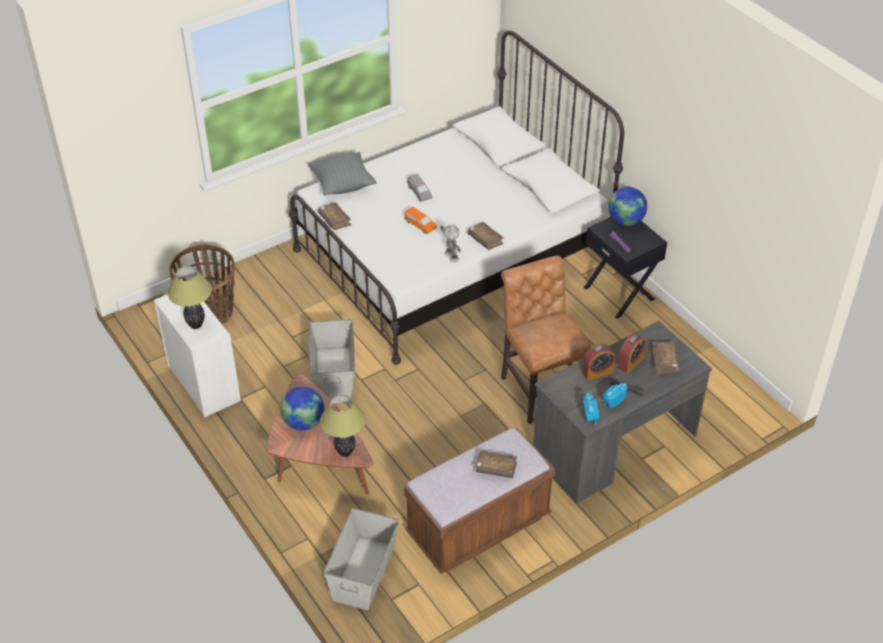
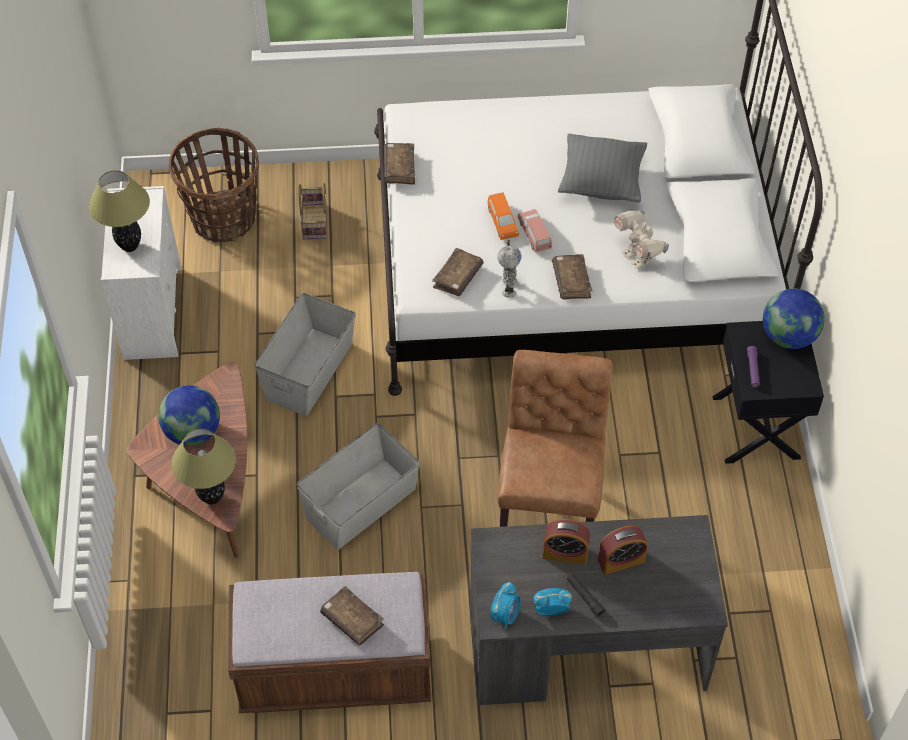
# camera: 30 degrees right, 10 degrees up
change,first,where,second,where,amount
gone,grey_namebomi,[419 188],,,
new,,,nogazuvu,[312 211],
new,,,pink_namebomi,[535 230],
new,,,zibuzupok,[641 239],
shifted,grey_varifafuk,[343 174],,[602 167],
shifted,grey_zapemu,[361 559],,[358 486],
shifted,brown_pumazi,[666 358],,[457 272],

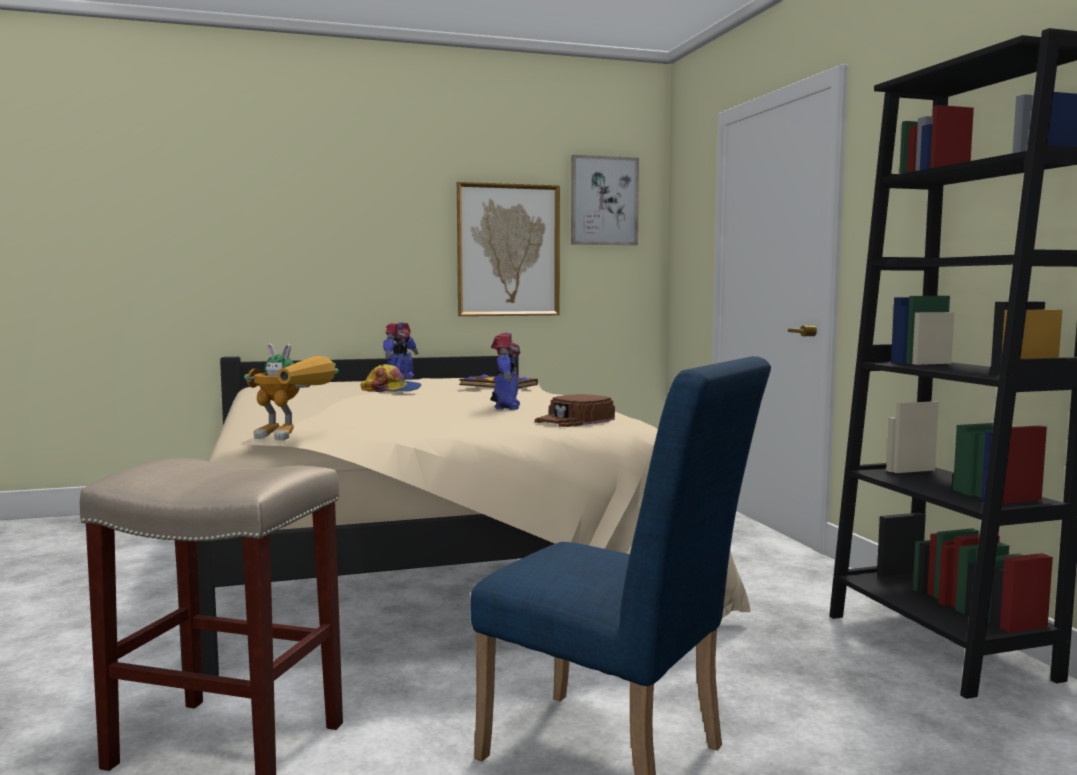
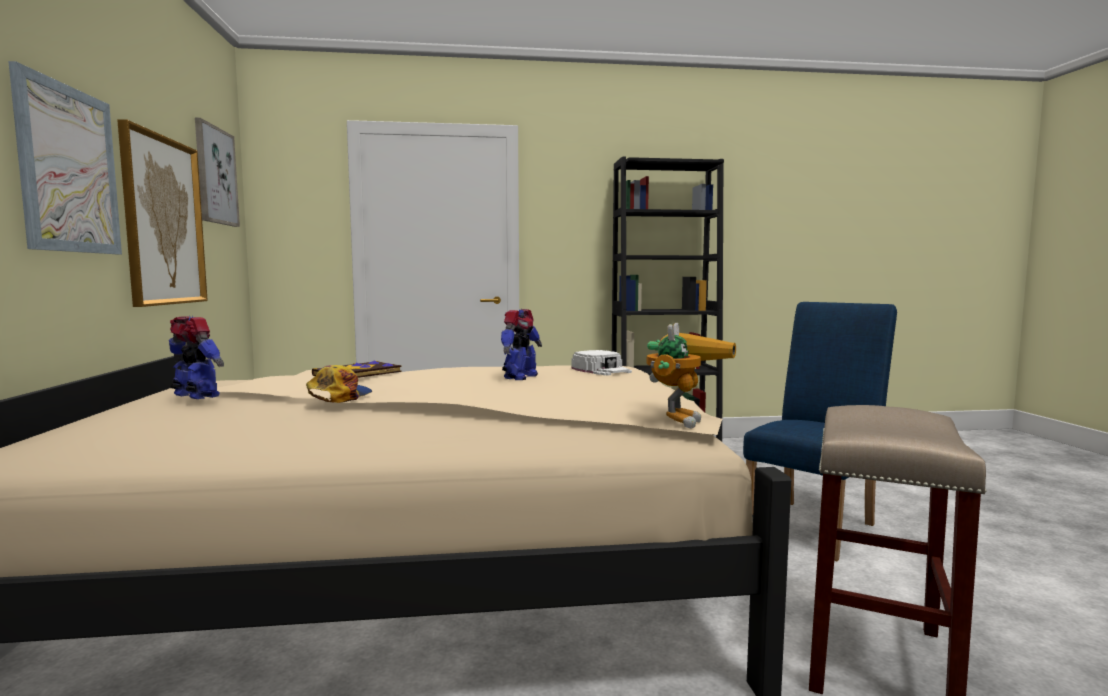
# camera: 80 degrees left, 0 degrees up
change,first,where,second,where,amount
new,,,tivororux,[65 157],
repainted,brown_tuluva,[575 410],white_tuluva,[602 363],
rotated,zibuzupok,[506 371],,[521 344],105 degrees clockwise

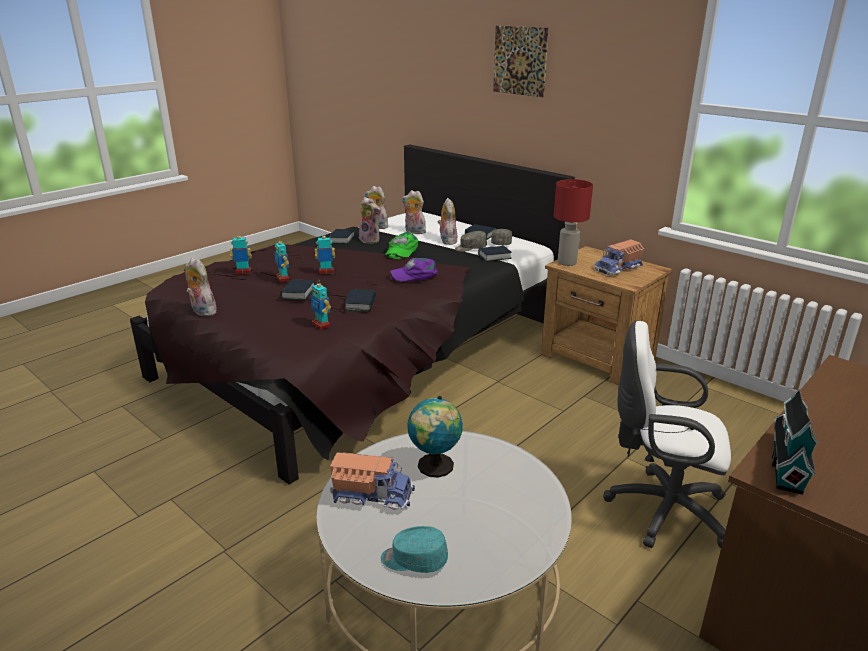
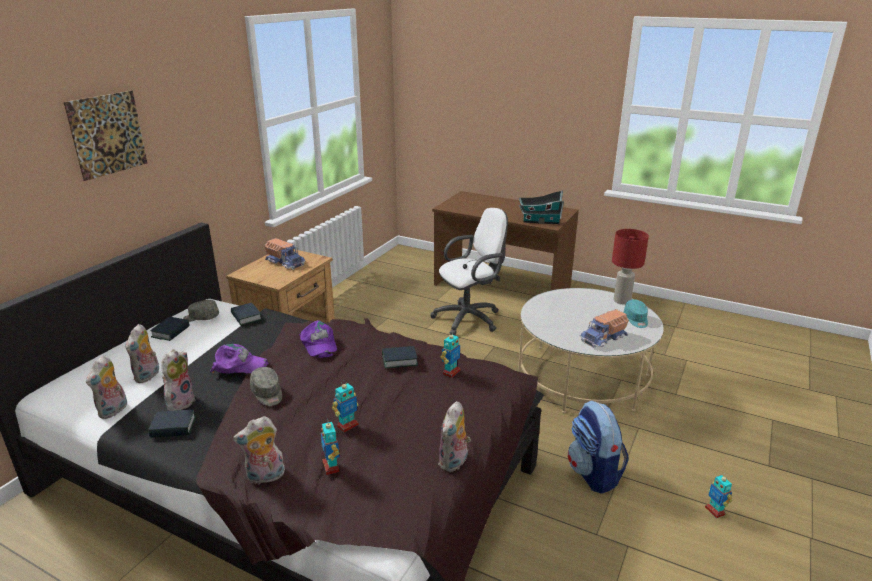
# camera: 105 degrees left, 0 degrees up
change,first,where,second,where,amount
gone,pumazi,[297 289],,,
gone,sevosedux,[435 437],,,
new,,,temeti,[598 447],
shifted,zibuzupok,[325 253],,[718 496],
shifted,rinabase,[447 221],,[259 450],
shifted,grey_tuluva,[471 241],,[266 386],
shifted,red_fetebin,[573 222],,[630 266],
repainted,green_tuluva,[401 245],purple_tuluva,[239 359],
rotated,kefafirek,[372 481],,[604 328],120 degrees counterclockwise
rotated,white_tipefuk,[667 434],,[469 271],120 degrees counterclockwise

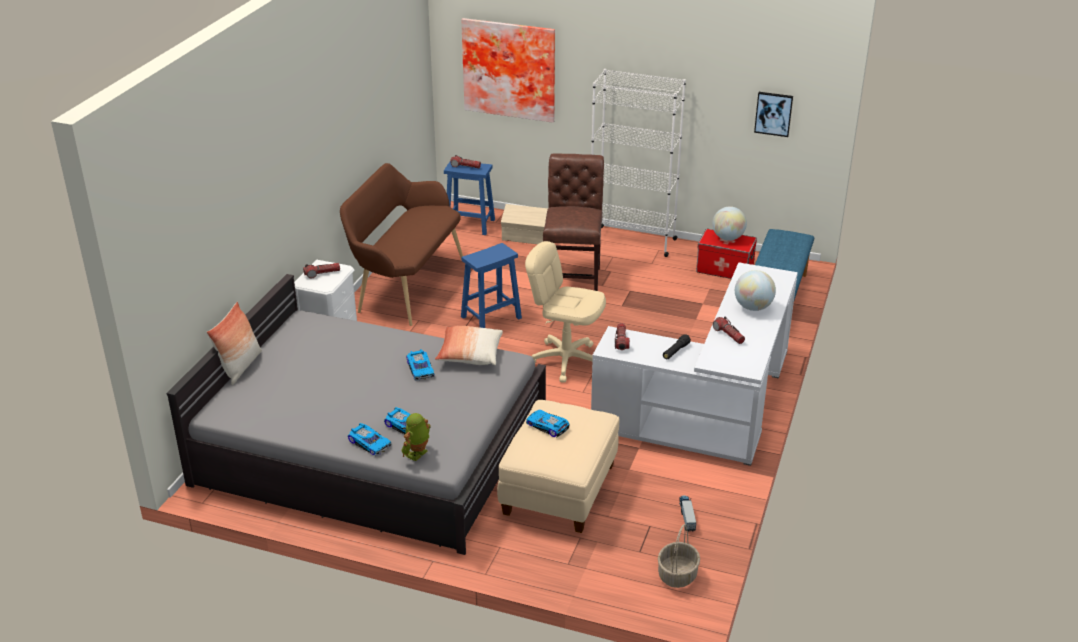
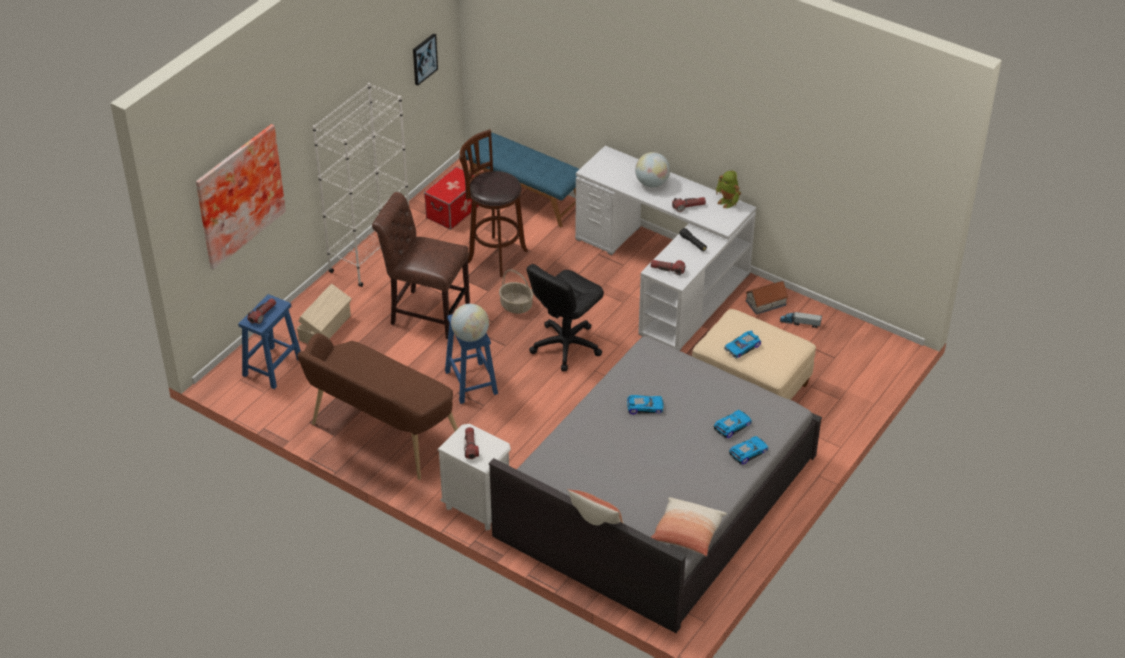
# camera: 75 degrees left, 10 degrees up
change,first,where,second,where,amount
new,,,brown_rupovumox,[493 203],
new,,,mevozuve,[766 298],
shifted,zibuzupok,[416 437],,[728 189],
shifted,varifafuk,[469 345],,[689 526],
shifted,nogazuvu,[679 556],,[516 291],
shifted,sevosedux,[729 223],,[470 323],
repainted,beige_tipefuk,[565 312],black_tipefuk,[565 317],

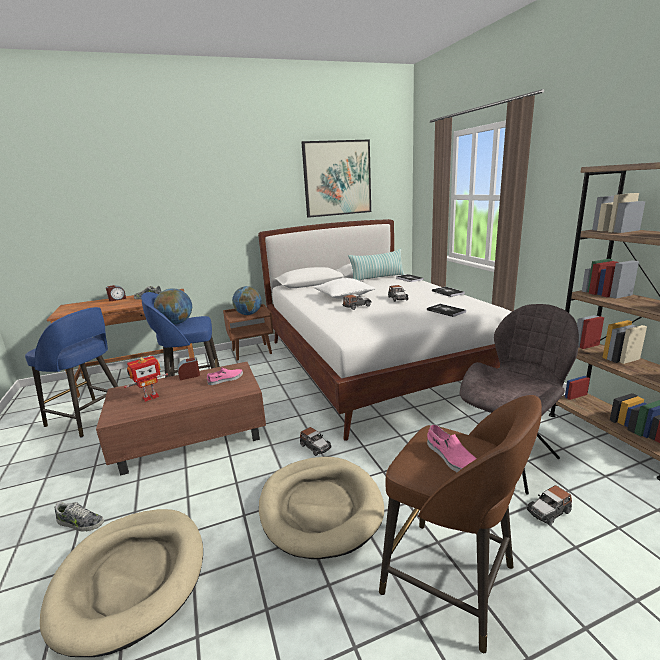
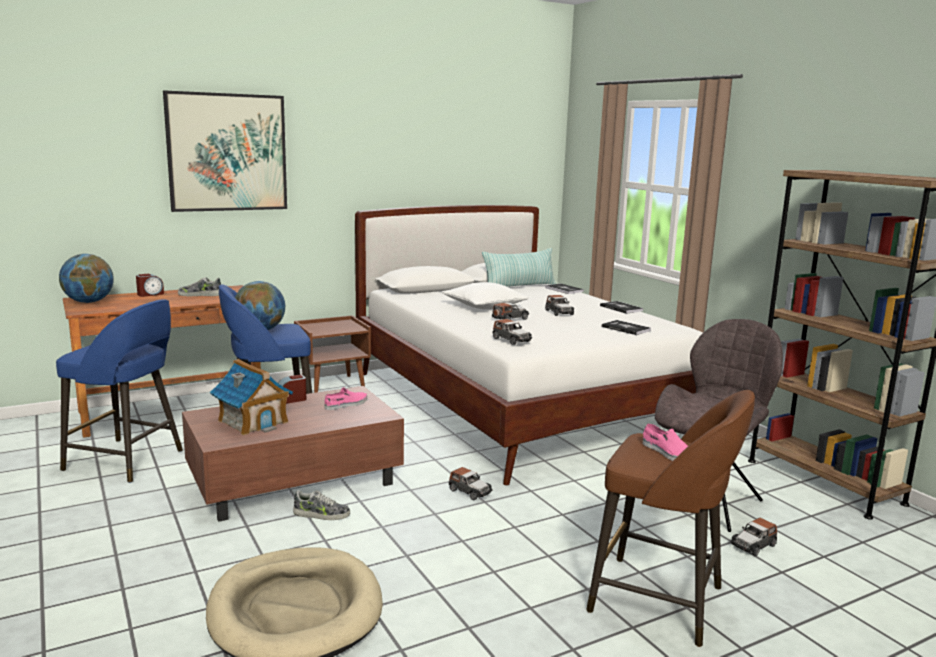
# camera: 10 degrees left, 5 degrees down
change,first,where,second,where,amount
gone,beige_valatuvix,[321 508],,,
new,,,namebomi,[512 332],
shifted,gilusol,[79 517],,[321 505],
shifted,sevosedux,[247 300],,[86 278],
shifted,tivororux,[336 178],,[225 151],
swapped,zibuzupok,[146 379],mevozuve,[251 397],

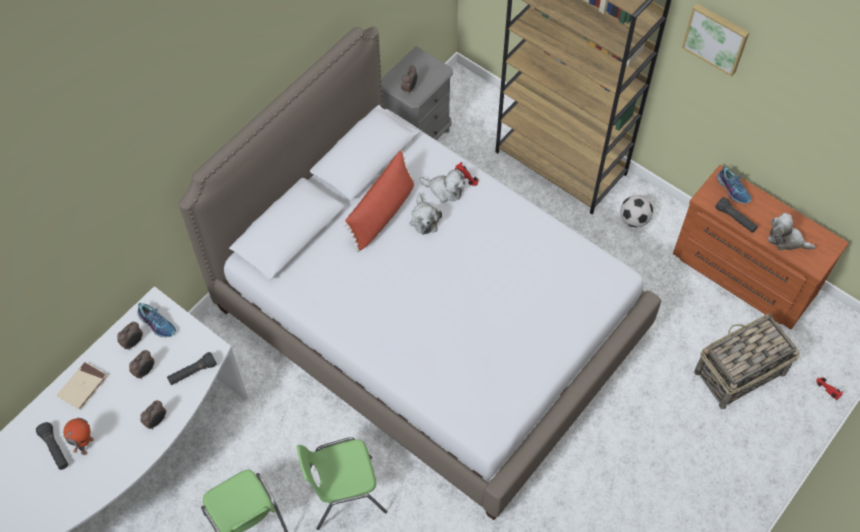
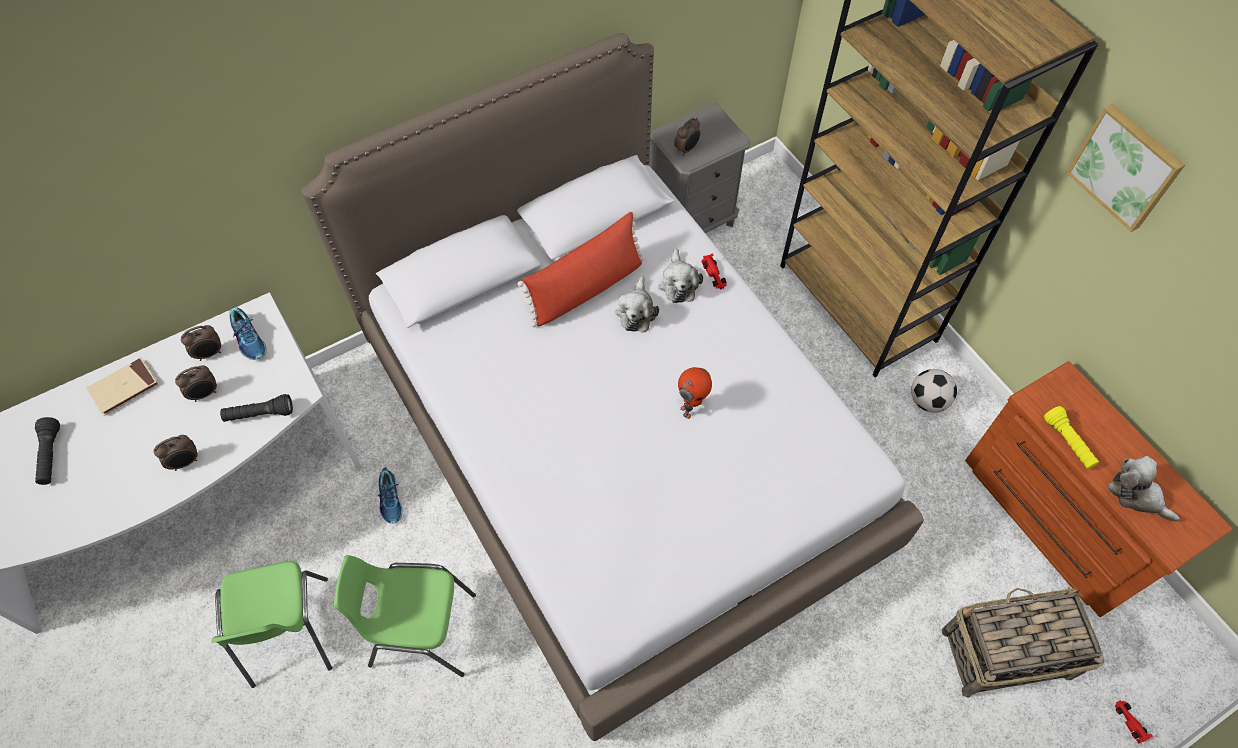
# camera: 20 degrees right, 0 degrees up
change,first,where,second,where,amount
shifted,zibuzupok,[78 436],,[695 393],
shifted,gilusol,[734 185],,[390 495],
repainted,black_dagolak,[736 215],yellow_dagolak,[1071 437],
rotated,rinabase,[442 186],,[681 275],45 degrees clockwise

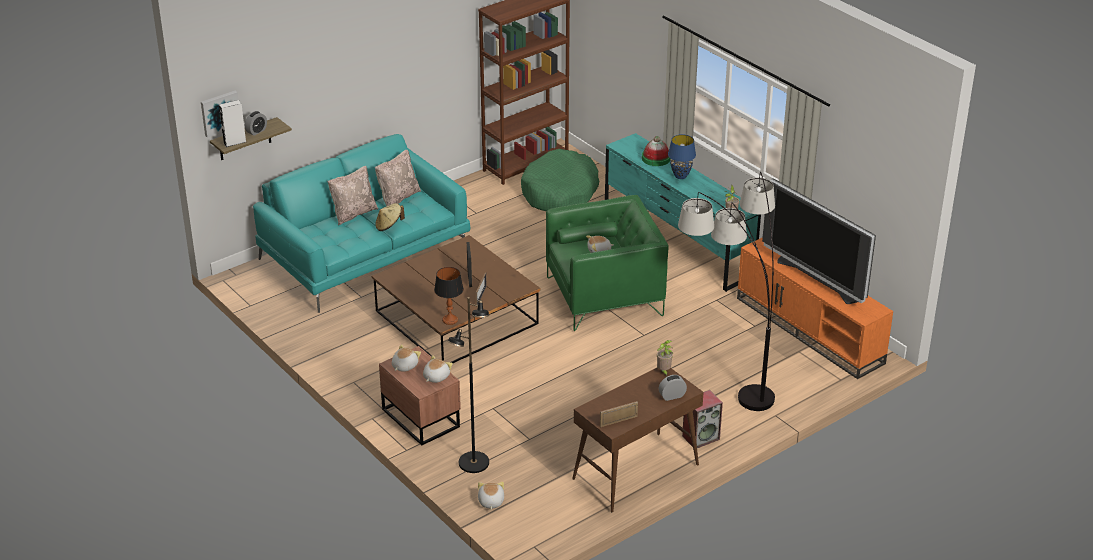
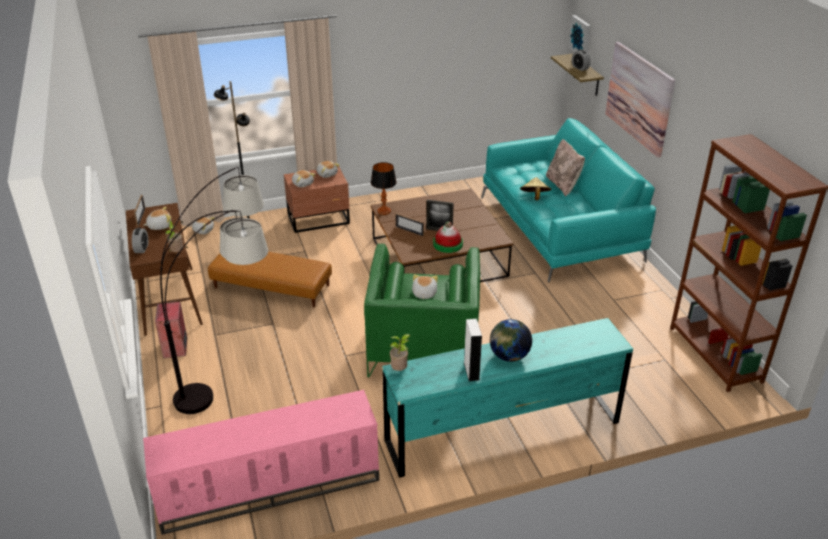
# camera: 110 degrees right, 0 degrees up
change,first,where,second,where,amount
gone,beige_varifafuk,[398 178],,,
gone,green_valatuvix,[560 180],,,
gone,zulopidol,[819 241],,,
new,,,rinabase,[157 218],
new,,,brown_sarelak,[270 279],
new,,,tivororux,[640 99],
shifted,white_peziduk,[232 123],,[473 350],
shifted,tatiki,[656 151],,[448 237],
swapped,blue_fetebin,[682 156],sevosedux,[511 340],
repainted,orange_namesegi,[815 308],pink_namesegi,[261 462],

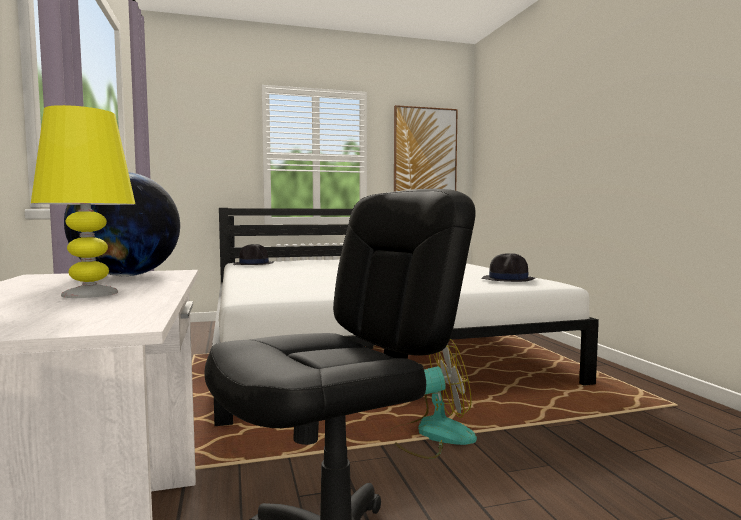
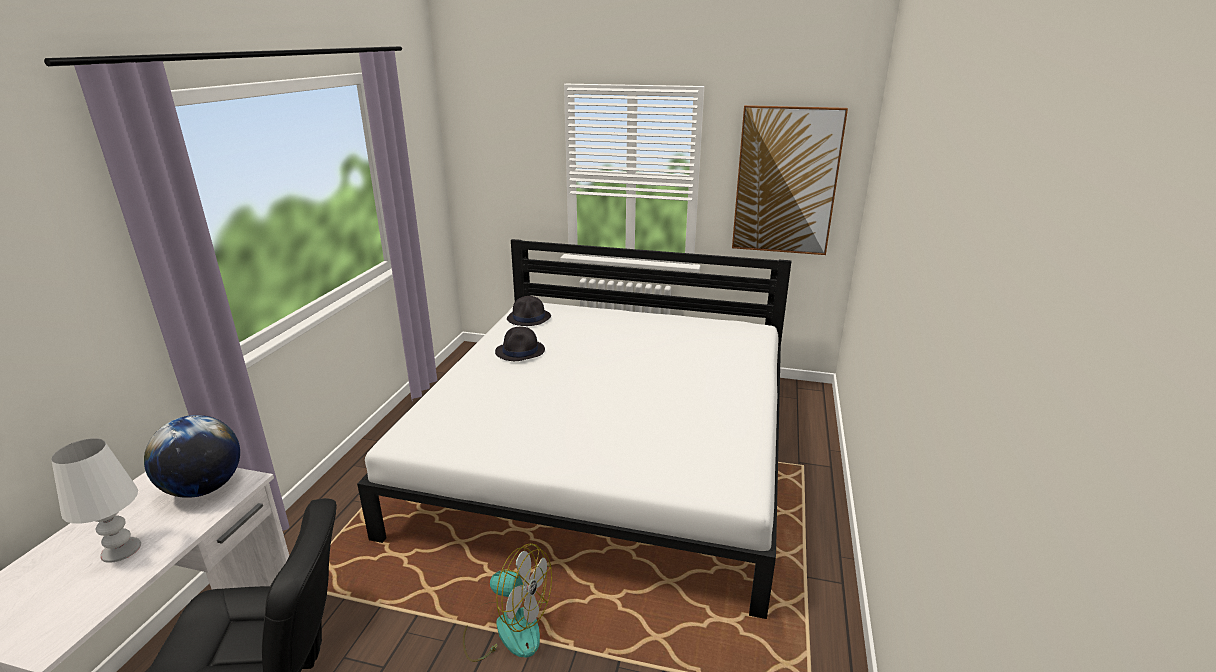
# camera: 30 degrees right, 20 degrees up
change,first,where,second,where,amount
shifted,black_tatiki,[508 267],,[520 344],
repainted,yellow_fetebin,[83 201],white_fetebin,[96 500],

